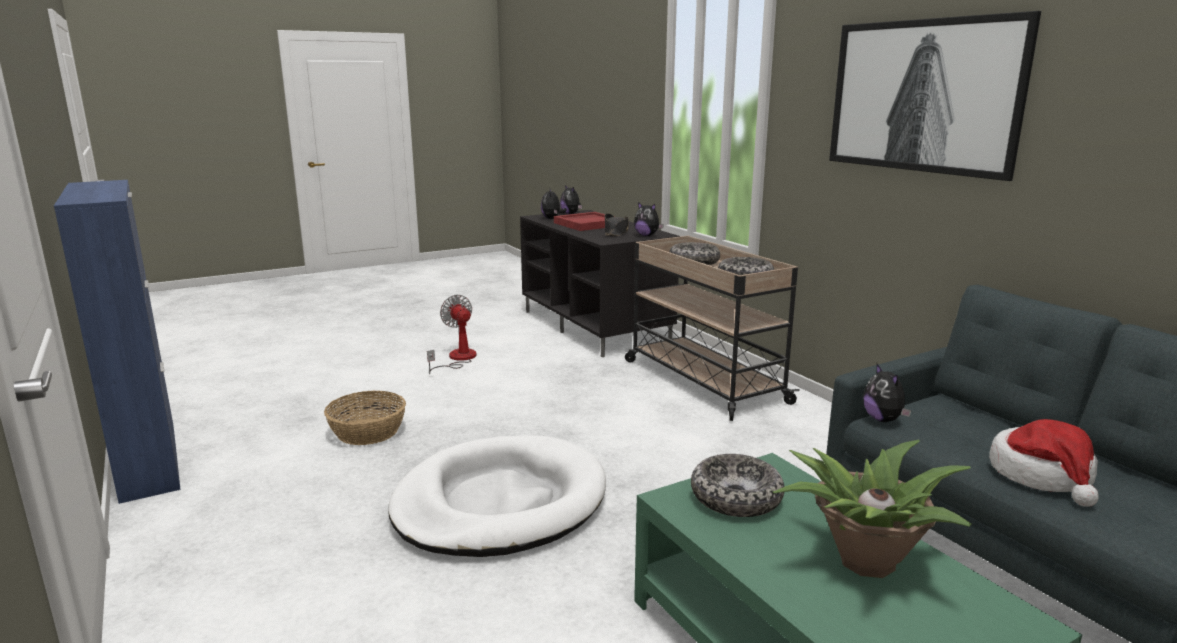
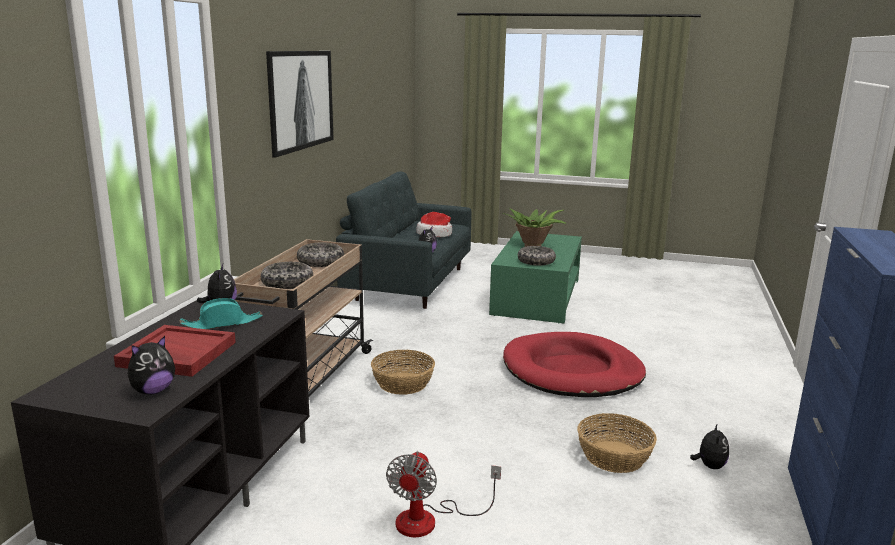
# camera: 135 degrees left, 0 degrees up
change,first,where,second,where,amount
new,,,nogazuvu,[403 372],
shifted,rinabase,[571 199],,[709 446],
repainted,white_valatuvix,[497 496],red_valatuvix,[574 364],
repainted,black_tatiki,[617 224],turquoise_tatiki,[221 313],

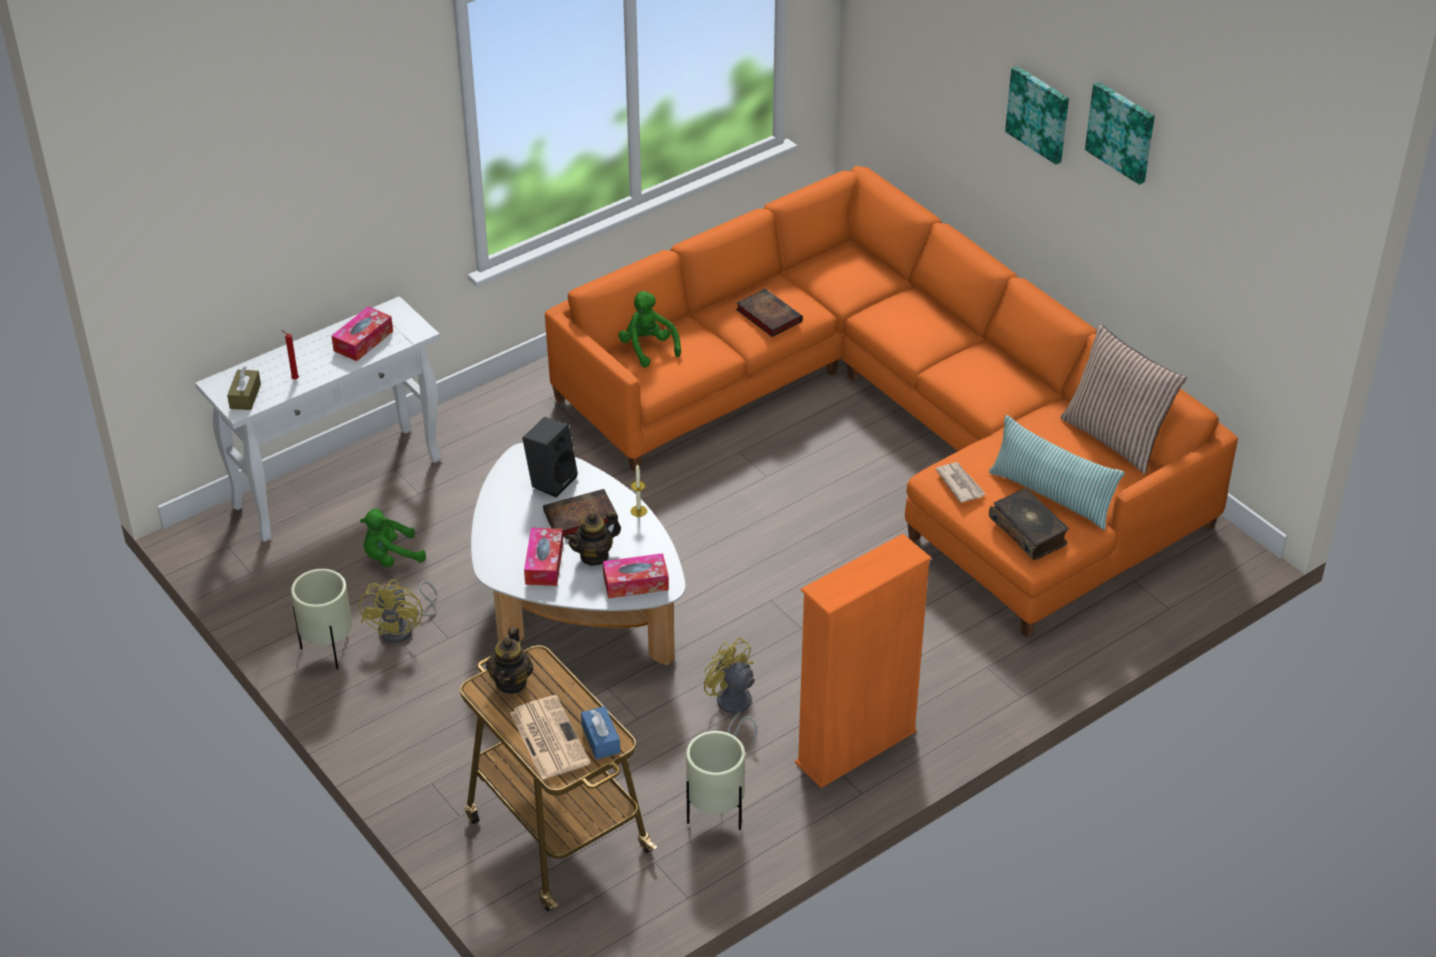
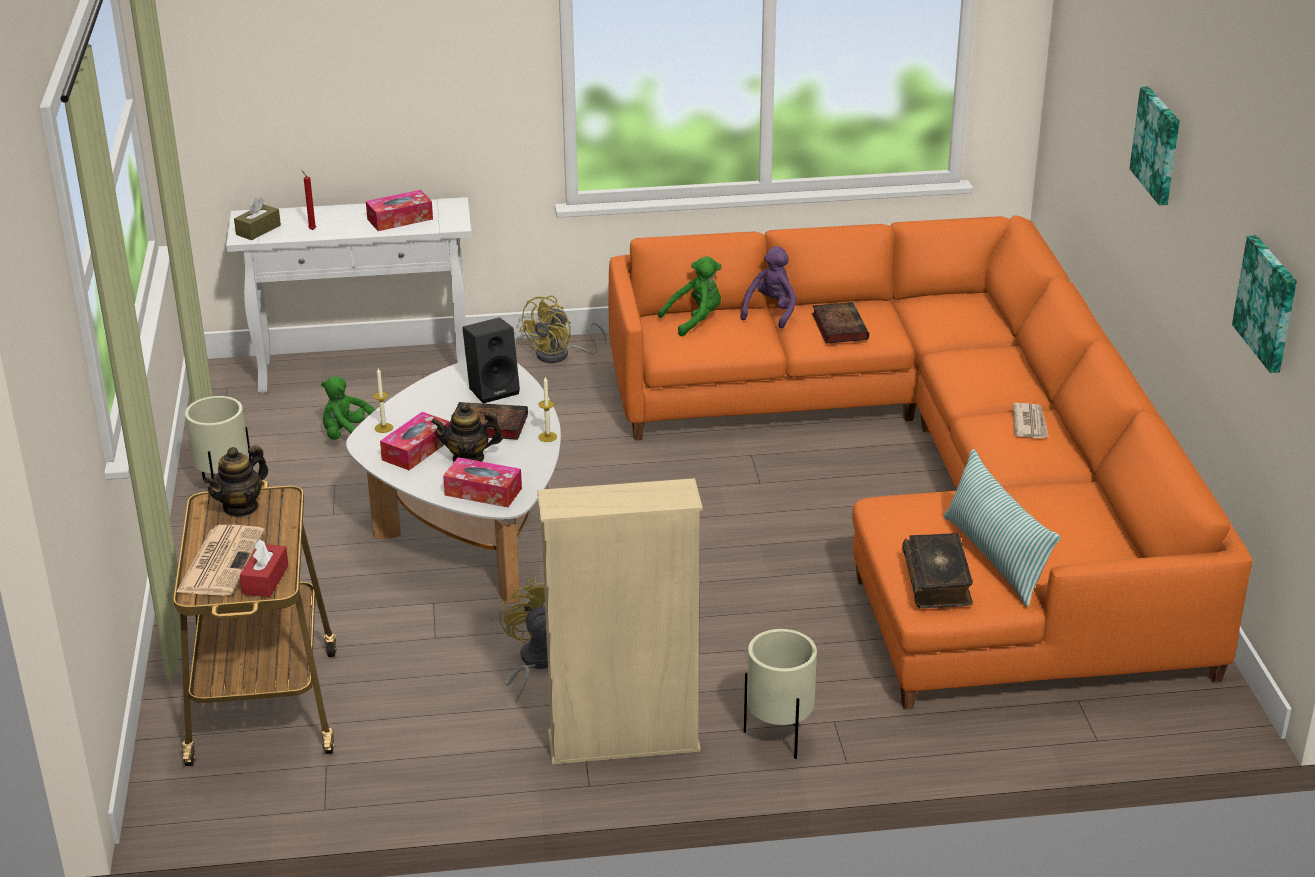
# camera: 30 degrees right, 10 degrees down
change,first,where,second,where,amount
gone,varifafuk,[1123 399],,,
new,,,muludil,[383 400],
new,,,purple_rinabase,[768 287],
shifted,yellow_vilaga,[398 611],,[563 329],
shifted,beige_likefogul,[715 780],,[780 694],
shifted,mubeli,[960 482],,[1031 420],
shifted,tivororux,[1120 133],,[1264 304],
repainted,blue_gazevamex,[600 732],red_gazevamex,[264 568],
repainted,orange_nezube,[863 661],beige_nezube,[620 621],
rotated,green_rinabase,[649 329],,[690 296],60 degrees clockwise

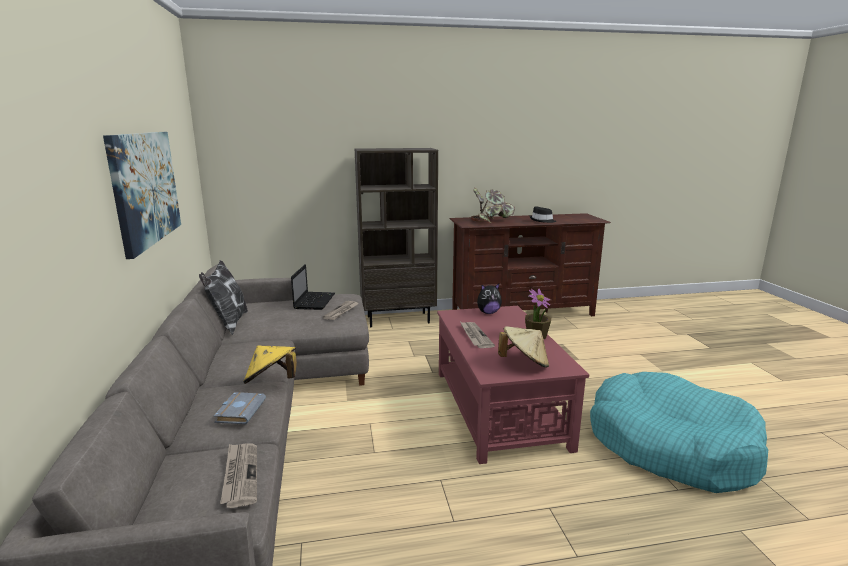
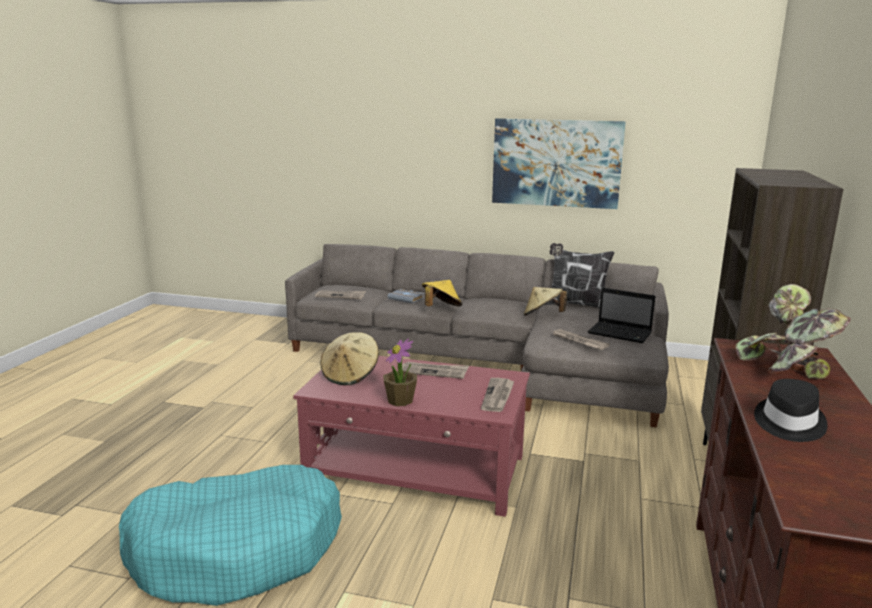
# camera: 115 degrees right, 0 degrees up
change,first,where,second,where,amount
new,,,beige_tatiki,[545 301],
swapped,rinabase,[489 299],mubeli,[497 395],

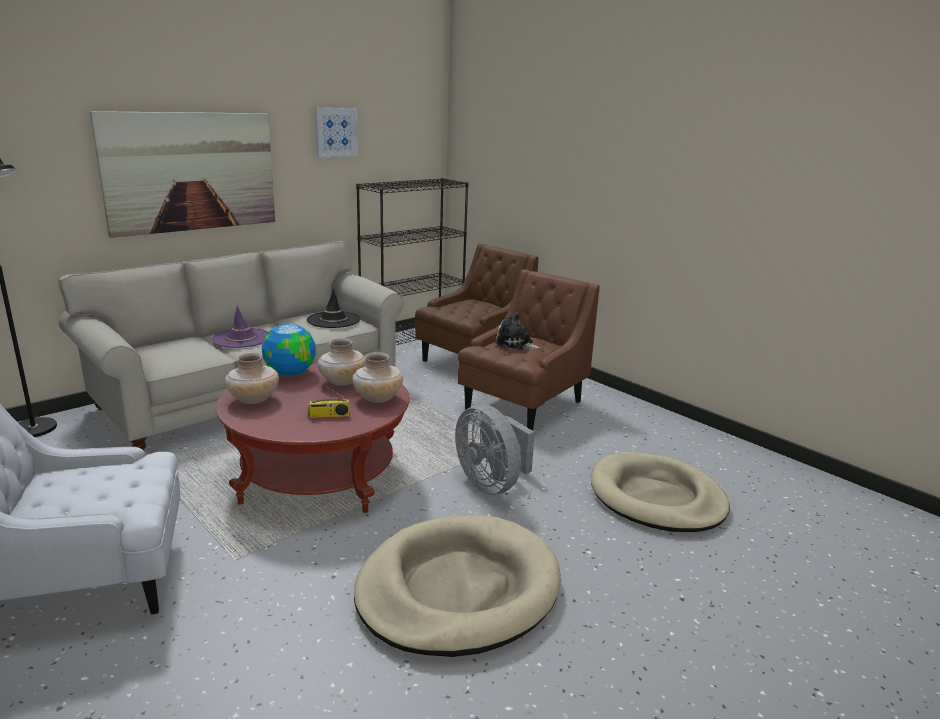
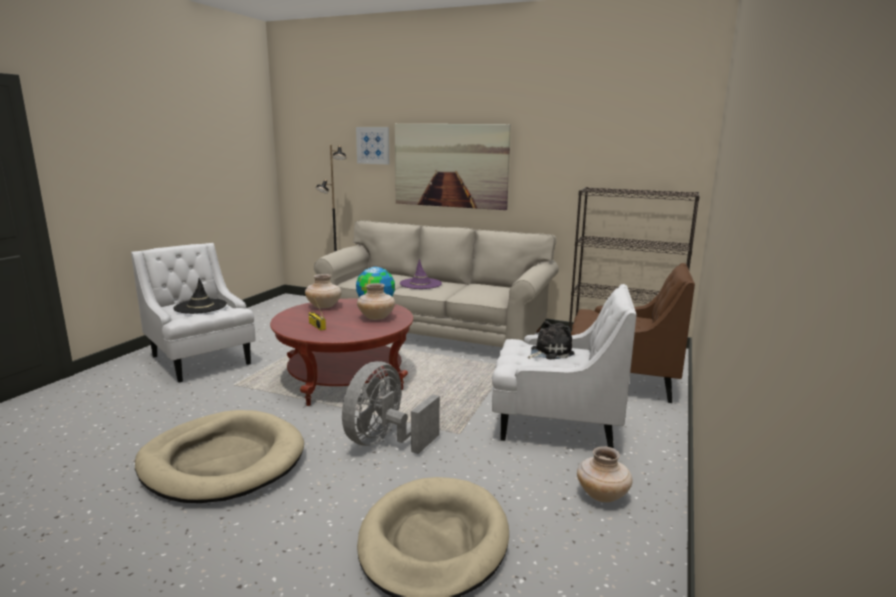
# camera: 65 degrees right, 5 degrees down
change,first,where,second,where,amount
shifted,black_tatiki,[333 308],,[200 296],
shifted,tivororux,[336 132],,[372 145],
shifted,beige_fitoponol,[377 377],,[604 474],
repainted,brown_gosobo,[529 350],white_gosobo,[564 366],
rotated,rinabase,[518 331],,[551 340],60 degrees clockwise

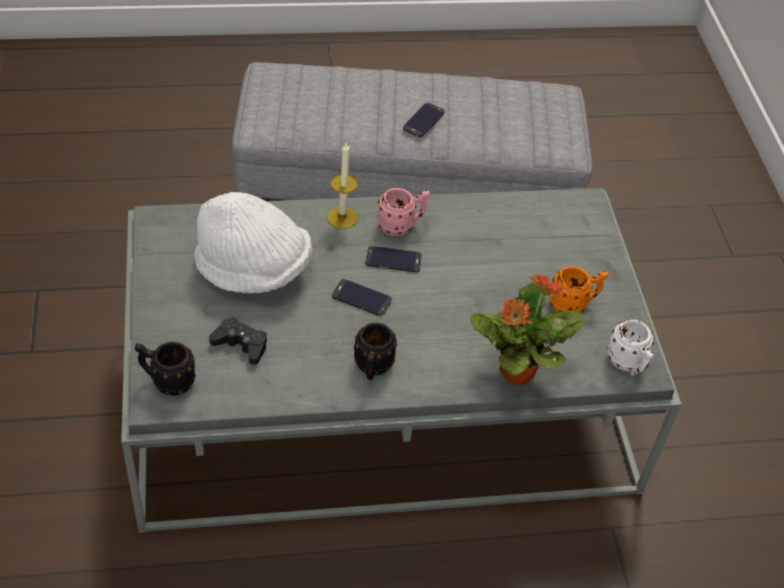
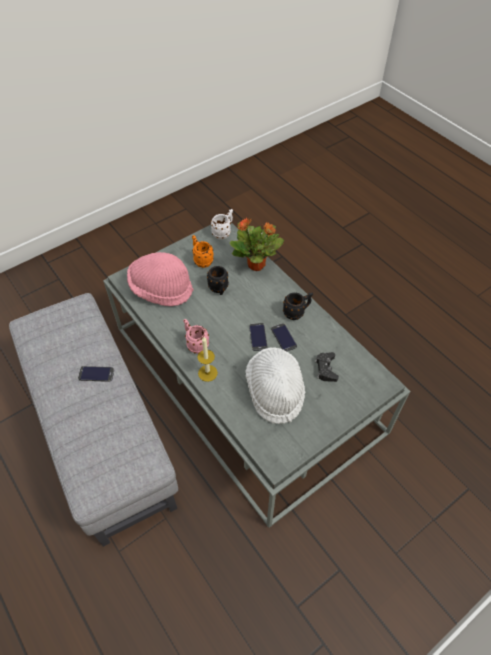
# camera: 115 degrees left, 5 degrees up
change,first,where,second,where,amount
new,,,pink_tatiki,[160 279],
shifted,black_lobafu,[165 369],,[218 280],
shifted,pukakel,[393 259],,[284 337],

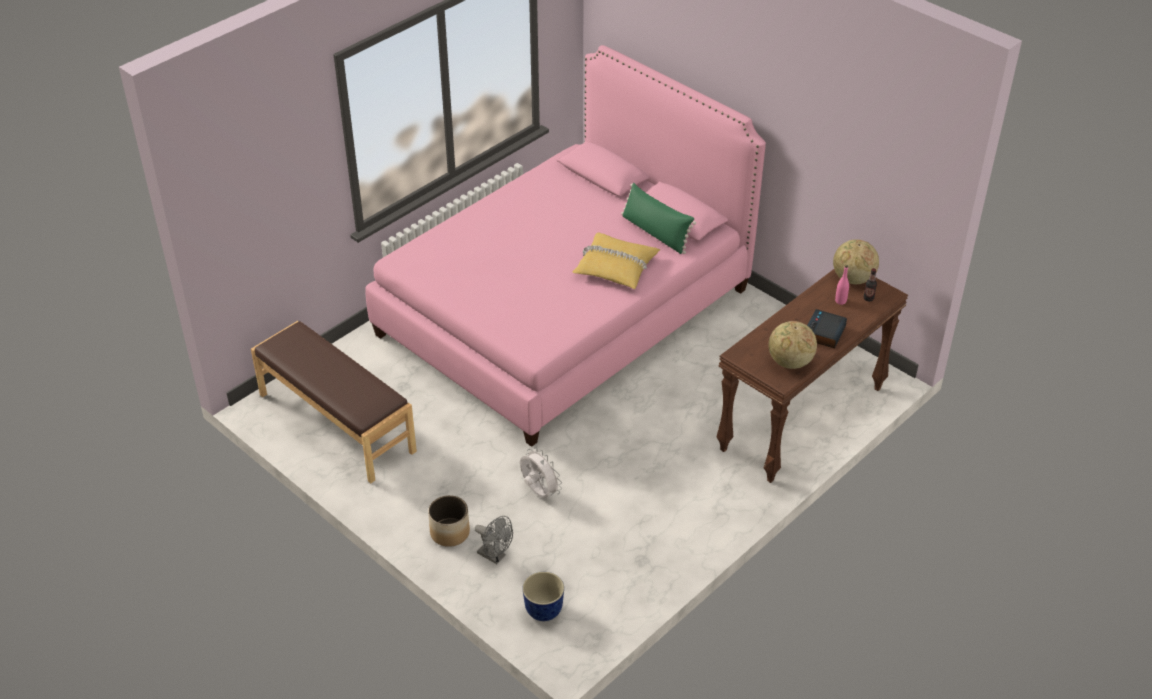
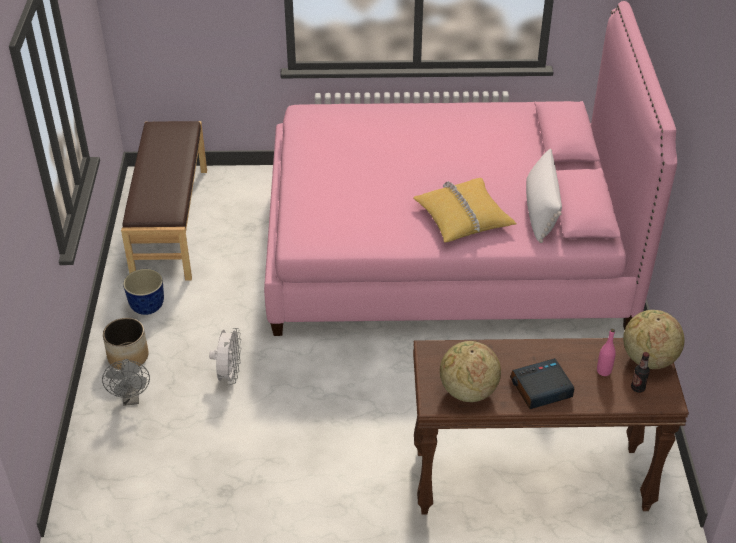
# camera: 45 degrees right, 0 degrees up
change,first,where,second,where,amount
shifted,likefogul,[543 596],,[143 292],
repainted,green_varifafuk,[658 218],white_varifafuk,[544 195],

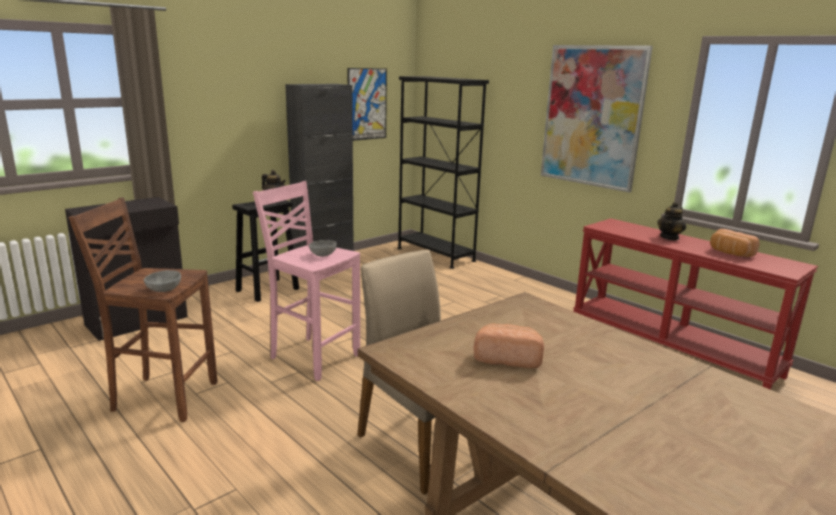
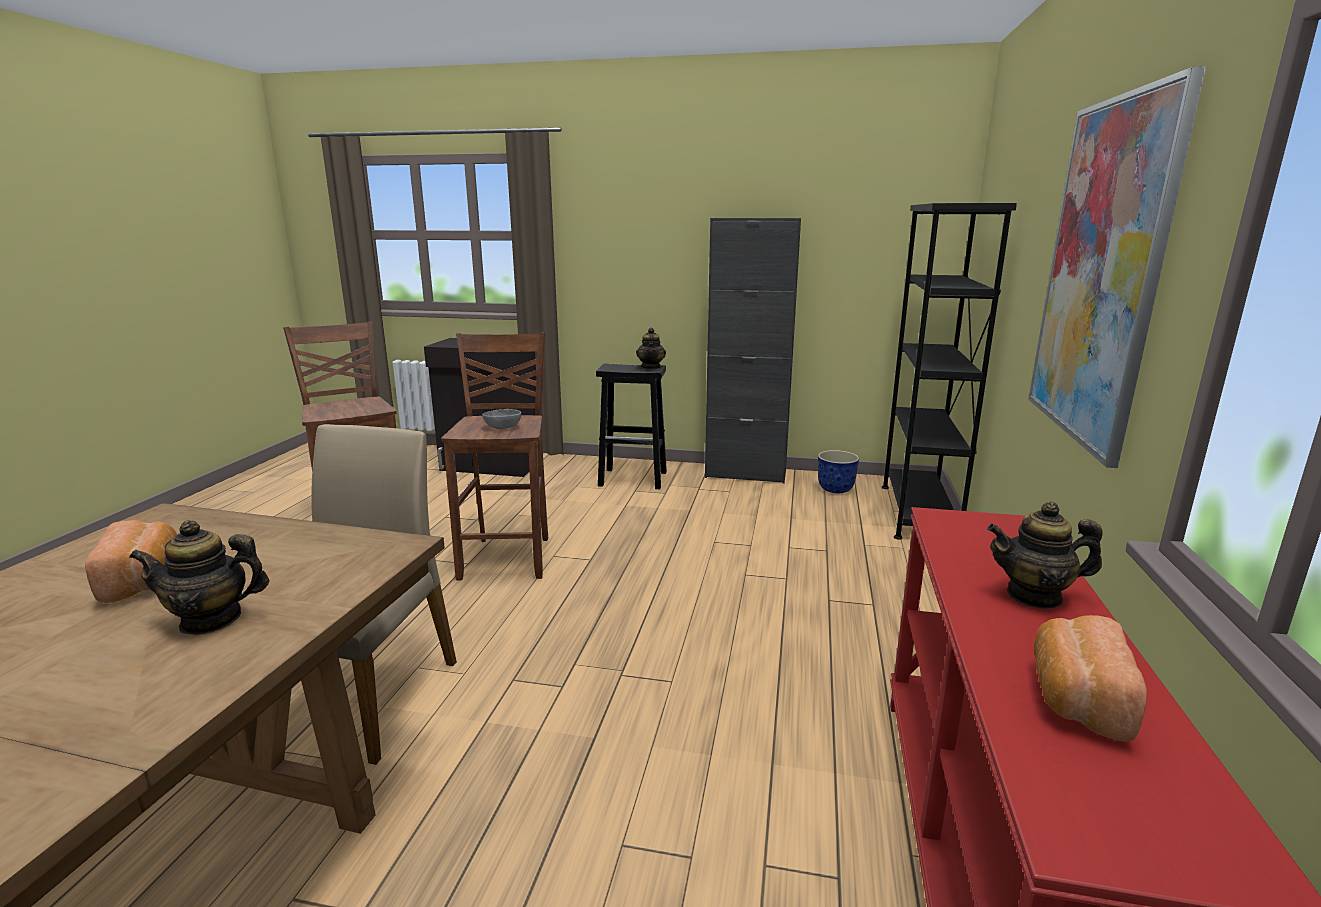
# camera: 55 degrees right, 0 degrees up
change,first,where,second,where,amount
gone,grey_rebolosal,[162 281],,,
gone,tivororux,[367 104],,,
new,,,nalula,[199 577],
new,,,likefogul,[838 471],
repainted,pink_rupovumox,[306 281],brown_rupovumox,[494 456],

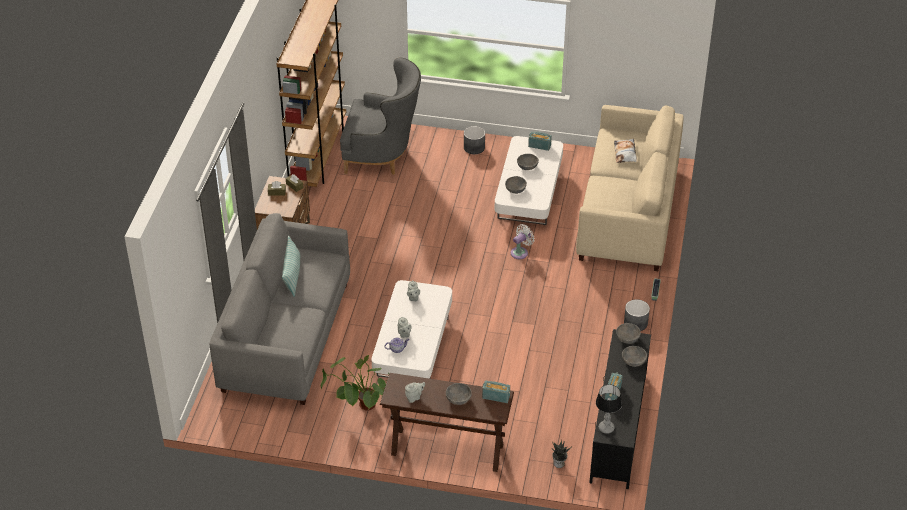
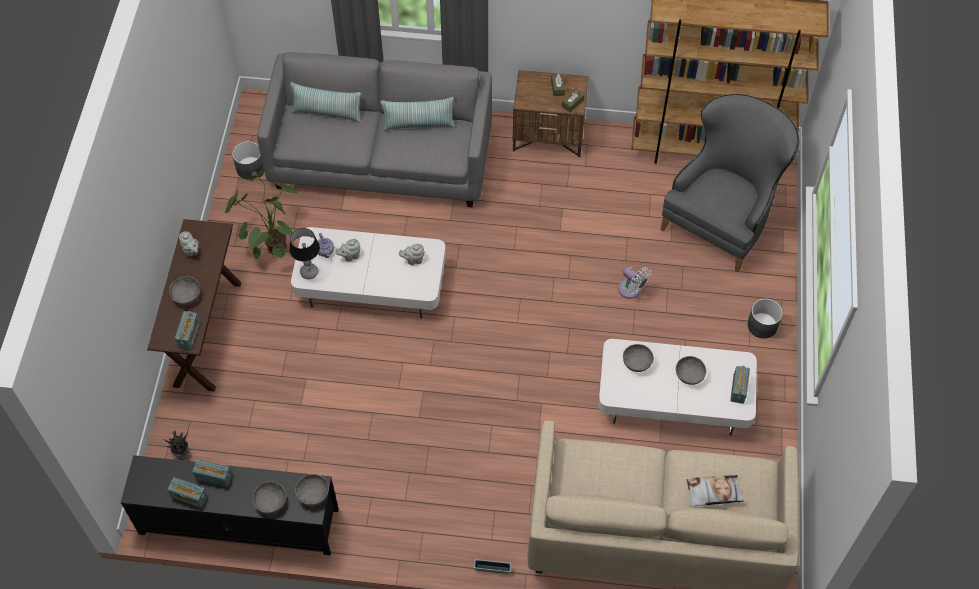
# camera: 85 degrees right, 15 degrees up
change,first,where,second,where,amount
new,,,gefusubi,[187 492],
new,,,varifafuk,[325 102],
shifted,white_vilaga,[523 241],,[634 283],
shifted,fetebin,[609 409],,[304 253],
shifted,grey_likefogul,[637 315],,[248 160],
rotated,grey_gosobo,[380 116],,[730 183],150 degrees counterclockwise

